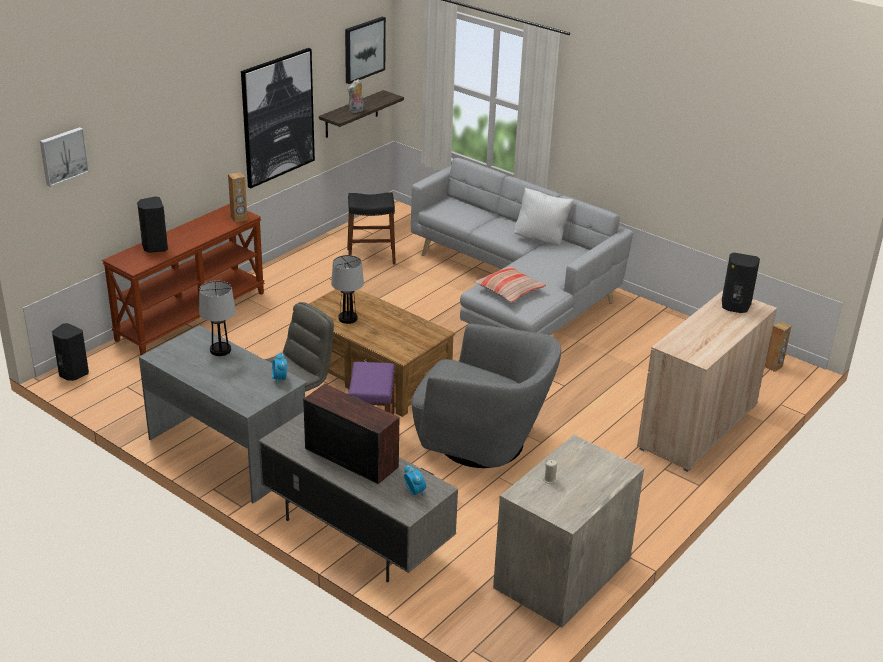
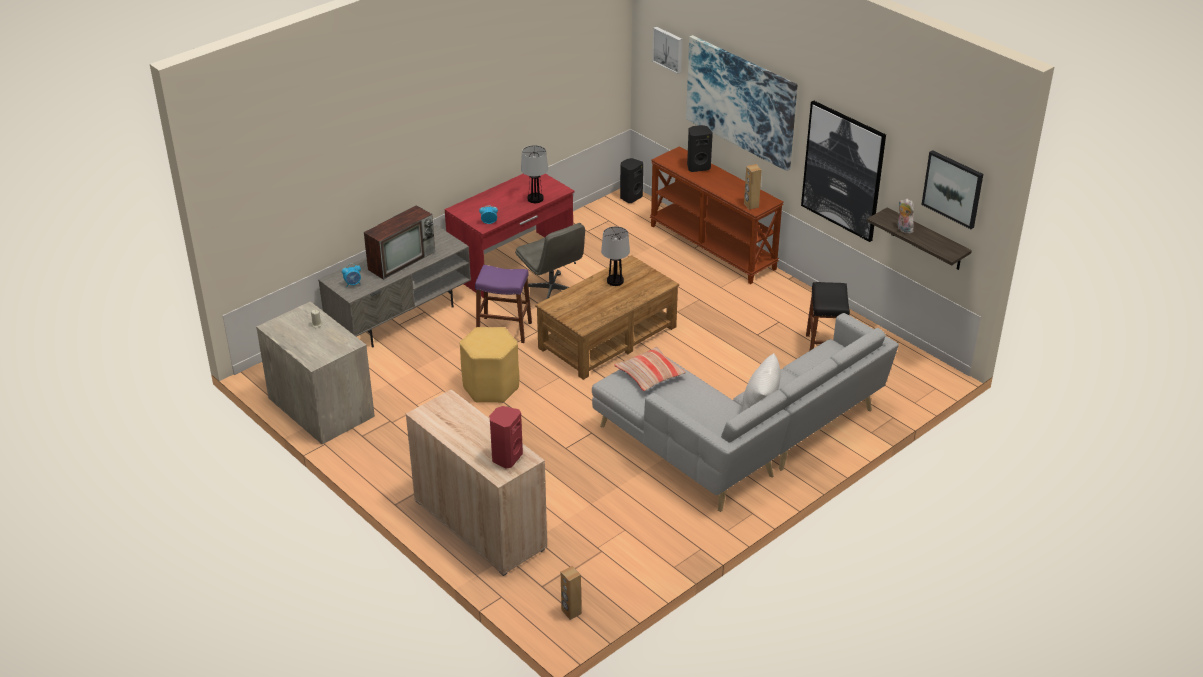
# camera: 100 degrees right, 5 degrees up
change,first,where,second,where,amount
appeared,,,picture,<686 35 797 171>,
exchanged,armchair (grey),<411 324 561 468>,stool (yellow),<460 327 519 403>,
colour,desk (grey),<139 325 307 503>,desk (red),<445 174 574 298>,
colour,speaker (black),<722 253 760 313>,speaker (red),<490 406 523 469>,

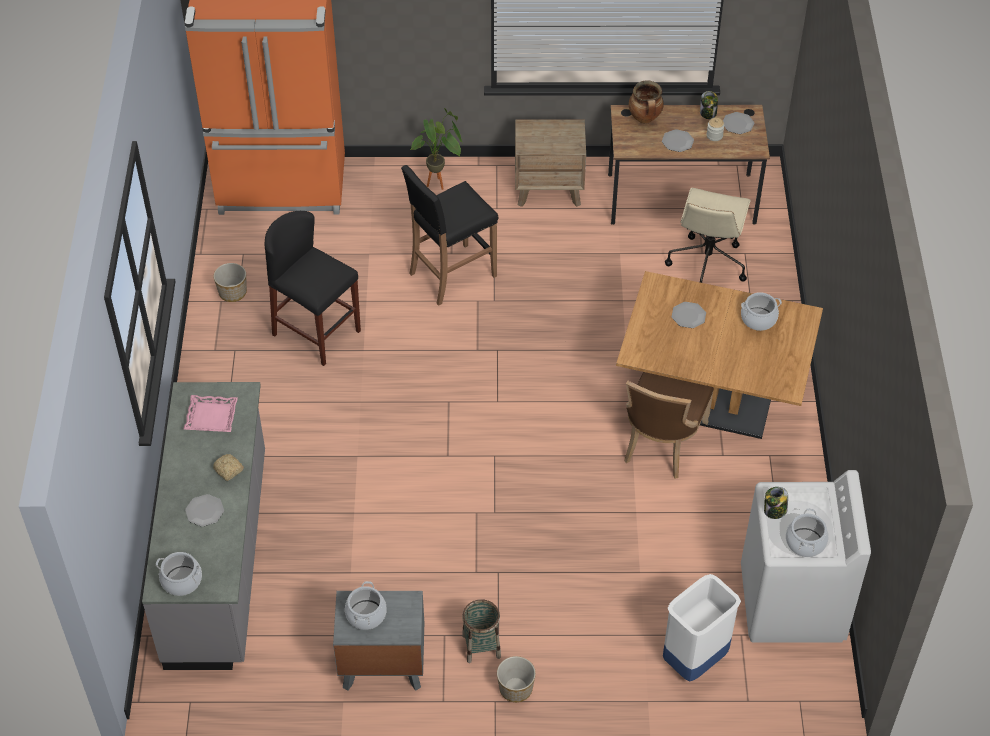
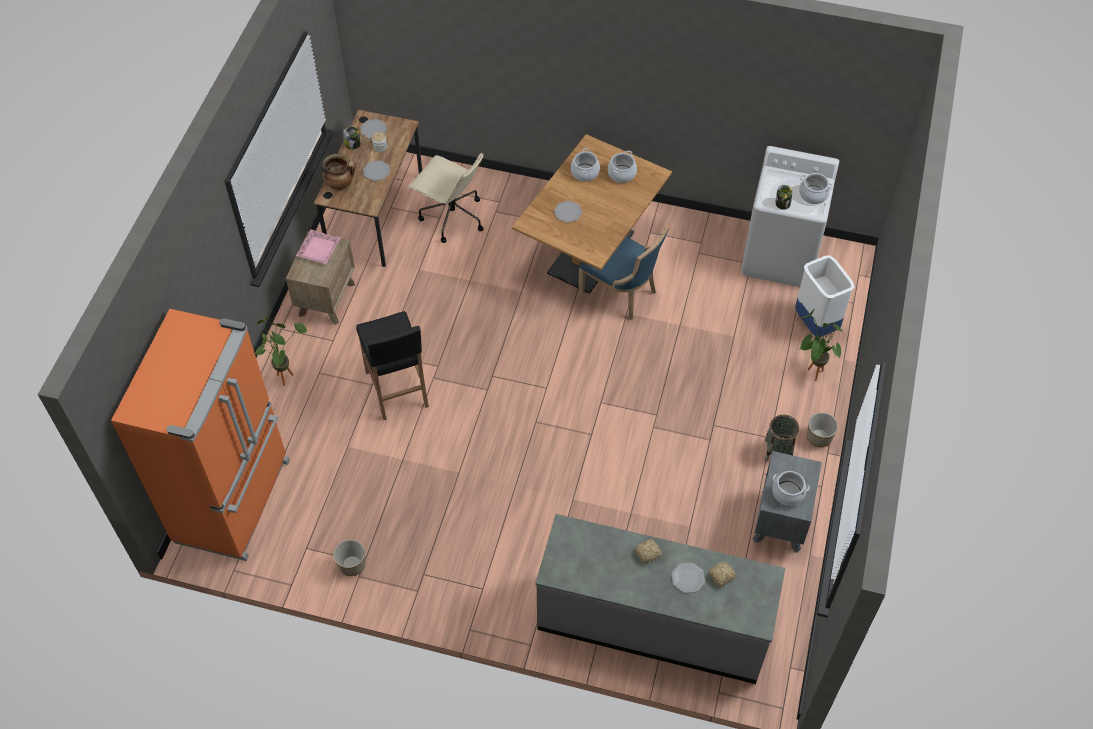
# camera: 75 degrees left, 5 degrees up
change,first,where,second,where,amount
missing,stool (black),<265 211 361 366>,,,
appeared,,,bread,<708 562 735 587>,
appeared,,,potted plant,<796 309 844 381>,
relocated,cooking pot,<156 552 202 596>,,<608 150 637 183>,
relocated,tray (pink),<183 395 238 432>,,<296 229 341 264>,
colour,chair (brown),<624 372 714 479>,chair (blue),<577 225 670 320>,

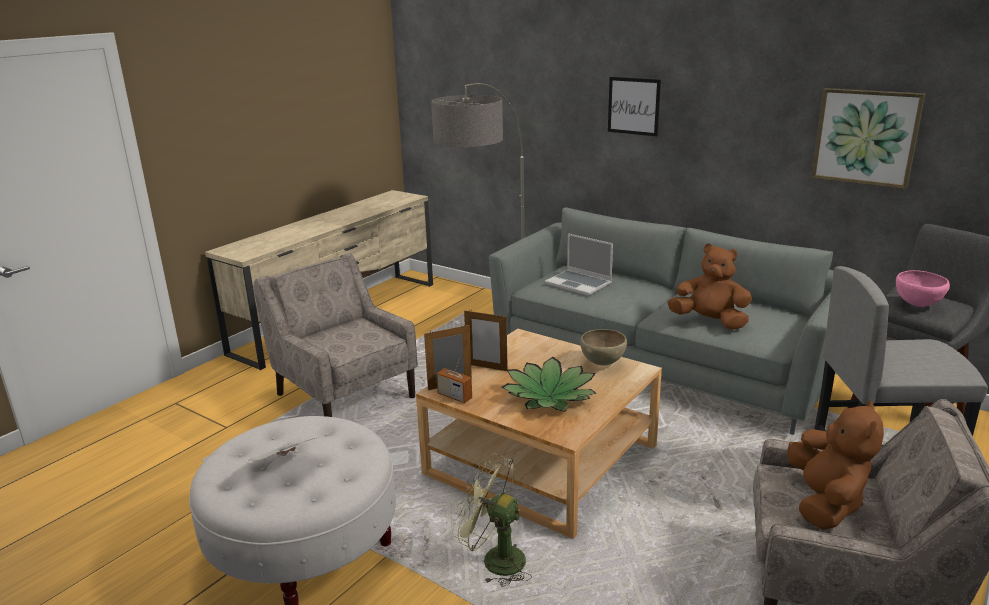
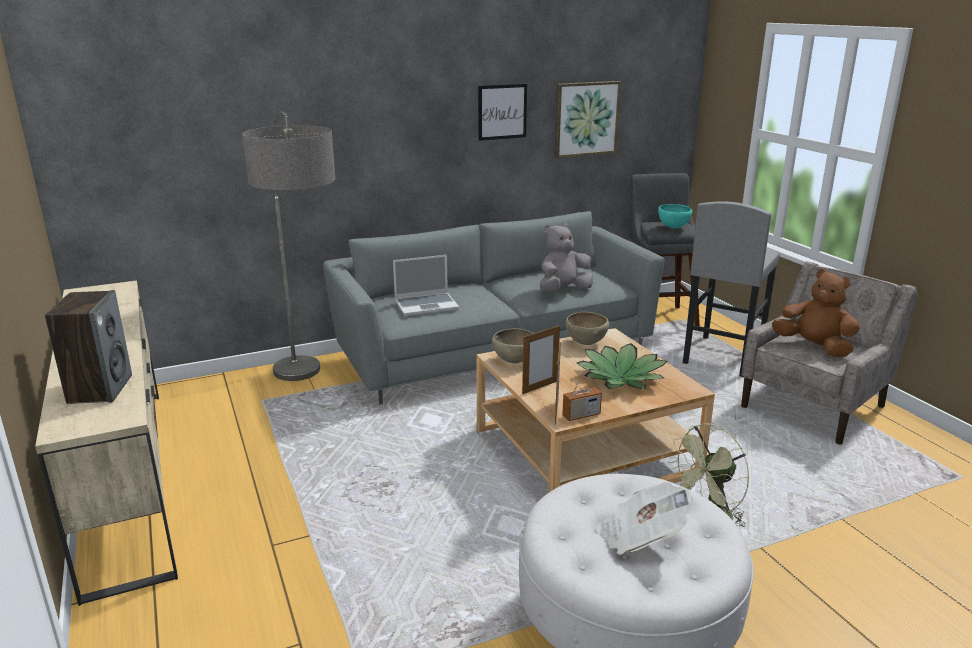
# camera: 60 degrees left, 0 degrees up
change,first,where,second,where,amount
missing,armchair (beige),<253 253 418 417>,,,
appeared,,,speaker,<45 290 132 404>,
appeared,,,bowl (brown),<492 328 534 363>,
relocated,picture,<608 77 661 136>,,<478 84 527 141>,
colour,plush toy (brown),<667 243 752 330>,plush toy (grey),<540 224 593 292>,
colour,bowl (pink),<896 270 950 307>,bowl (turquoise),<658 204 692 228>,

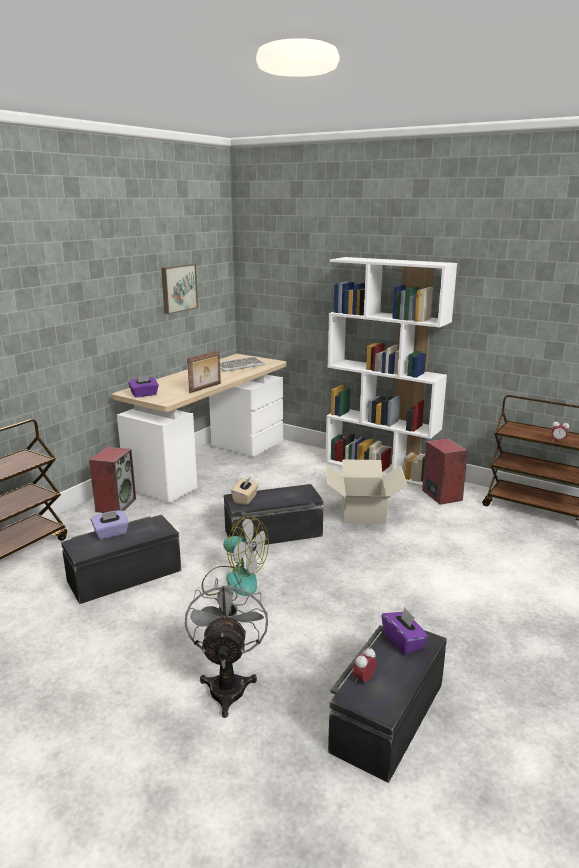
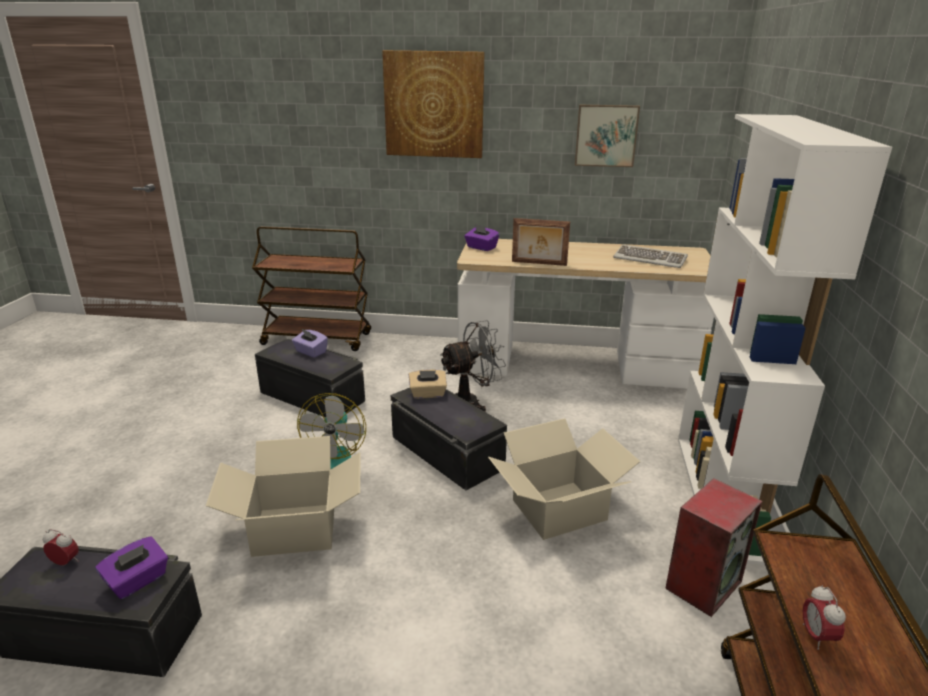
# camera: 65 degrees right, 5 degrees up
change,first,where,second,where,amount
missing,speaker,<89 447 136 513>,,,
appeared,,,cardboard box,<206 436 361 557>,
appeared,,,picture,<382 50 485 158>,
relocated,fan (grey),<185 578 268 718>,,<440 320 506 412>,

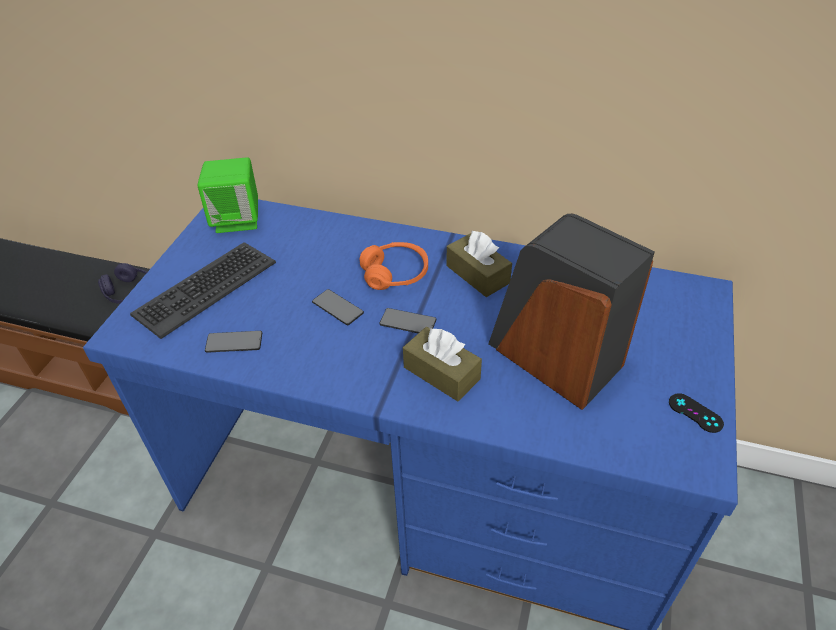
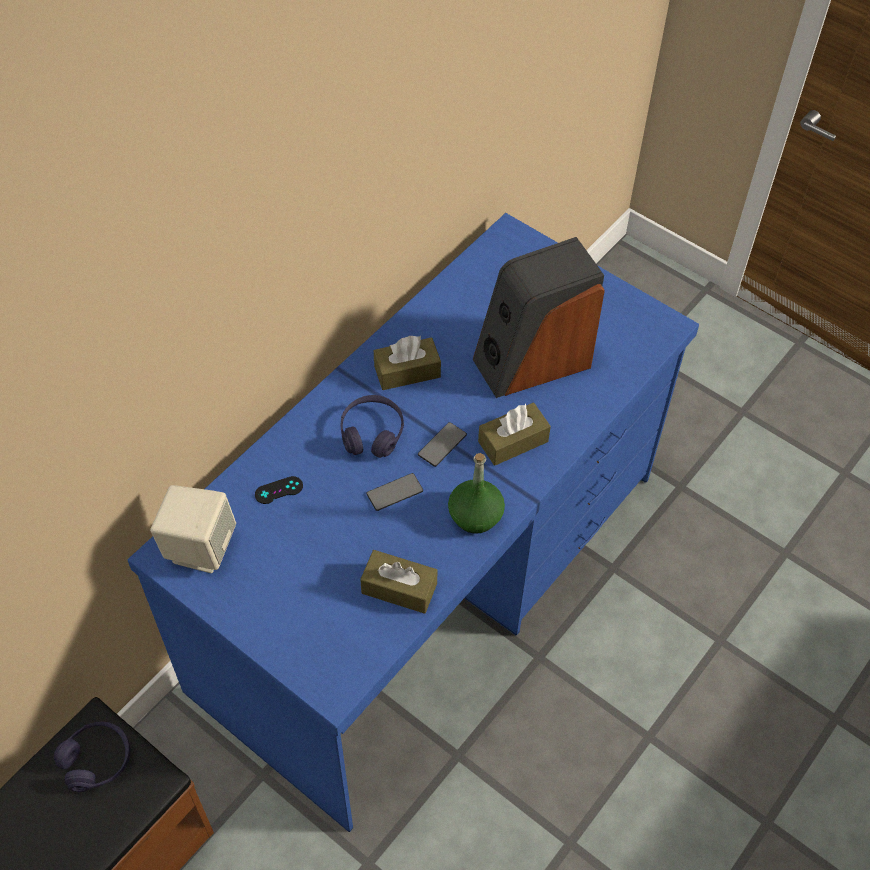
# camera: 70 degrees left, 10 degrees up
change,first,where,second,where,amount
missing,keyboard,<130 242 276 339>,,,
appeared,,,bottle (green),<448 453 505 534>,
relocated,game controller (black),<669 393 724 433>,,<255 476 303 504>,
exchanged,phone,<205 331 262 353>,tissue box (brown),<360 550 438 614>,
colour,speaker (green),<197 157 258 233>,speaker (beige),<150 485 236 573>,
colour,headphones (orange),<360 242 428 290>,headphones (purple),<341 395 404 458>,

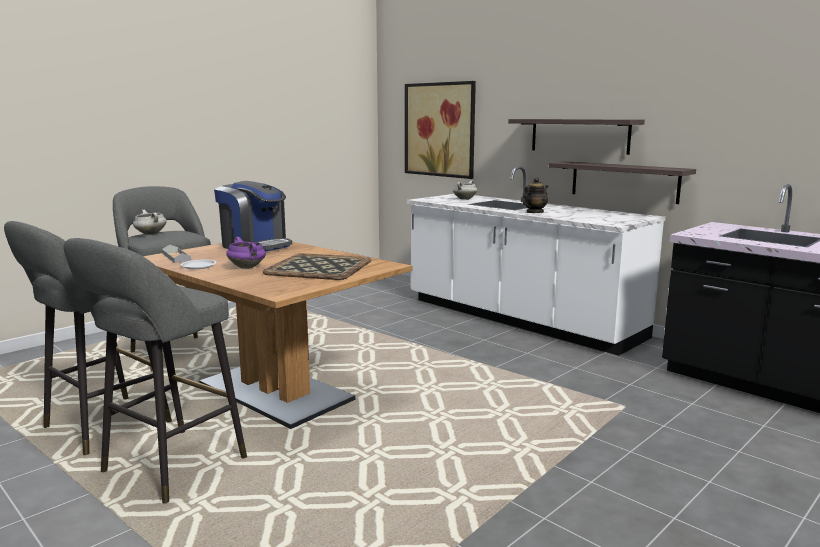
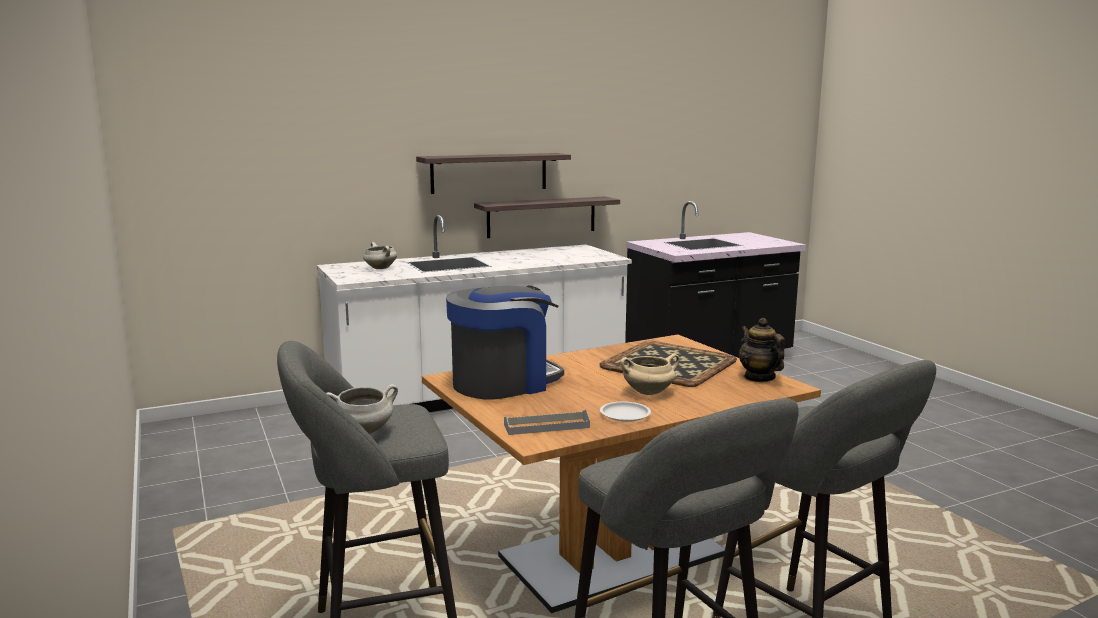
# camera: 70 degrees left, 0 degrees up
change,first,where,second,where,amount
missing,picture,<405 81 476 179>,,,
relocated,teapot,<523 177 548 213>,,<739 318 785 382>,
colour,cooking pot (purple),<226 237 266 269>,cooking pot (beige),<620 354 679 395>,

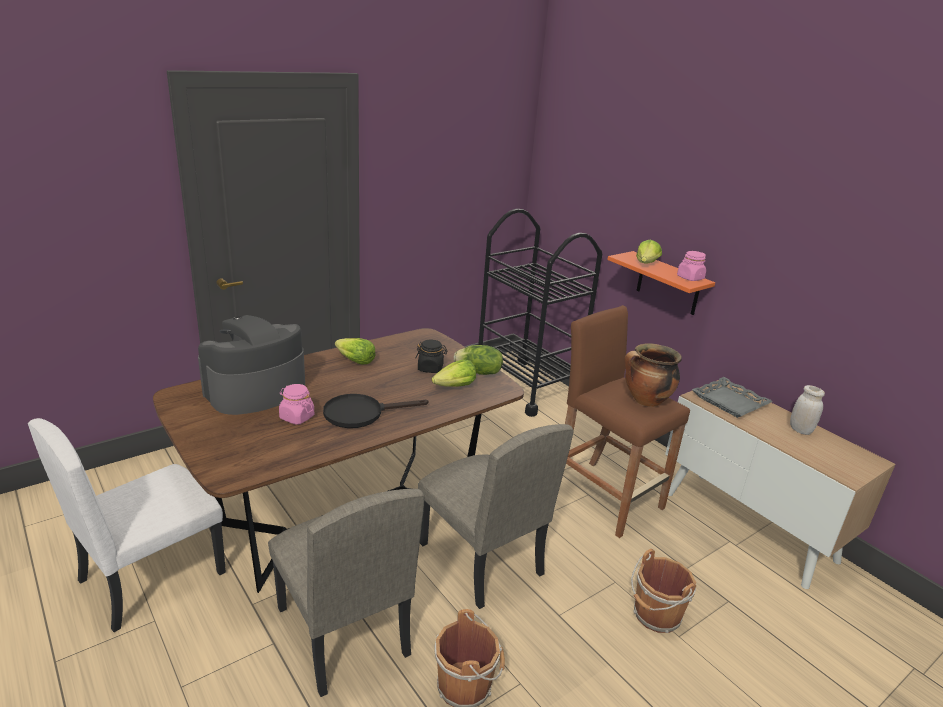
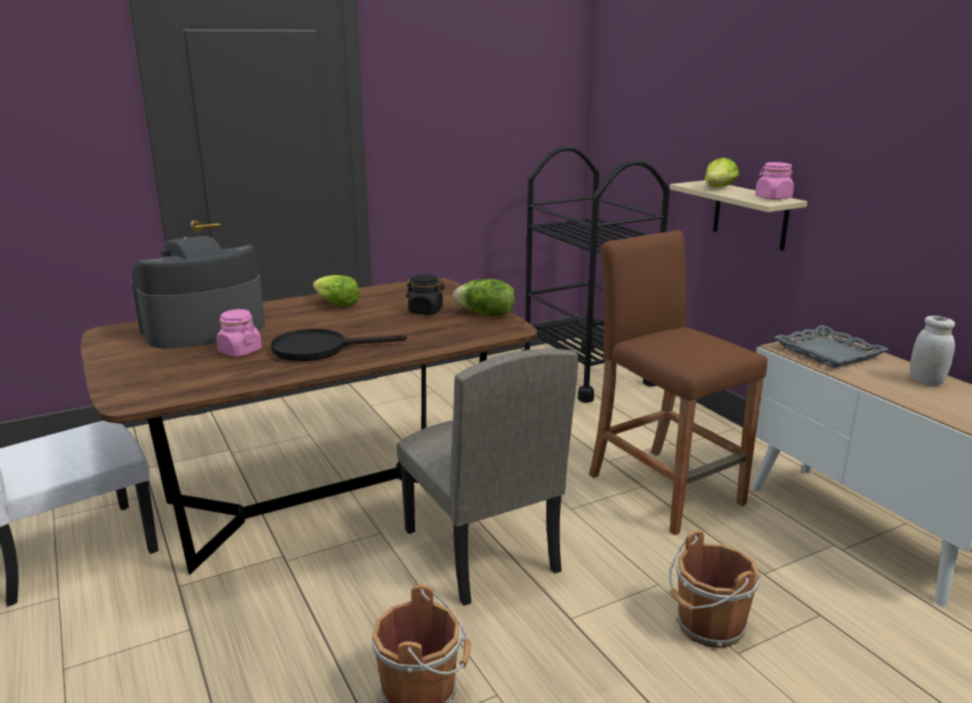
# camera: 10 degrees right, 5 degrees down
change,first,where,second,where,amount
missing,chair (beige),<268 489 424 697>,,,
missing,lettuce,<432 360 476 387>,,,
missing,cooking pot,<624 343 682 407>,,,
colour,shelf (orange),<607 251 715 315>,shelf (beige),<670 180 807 251>,

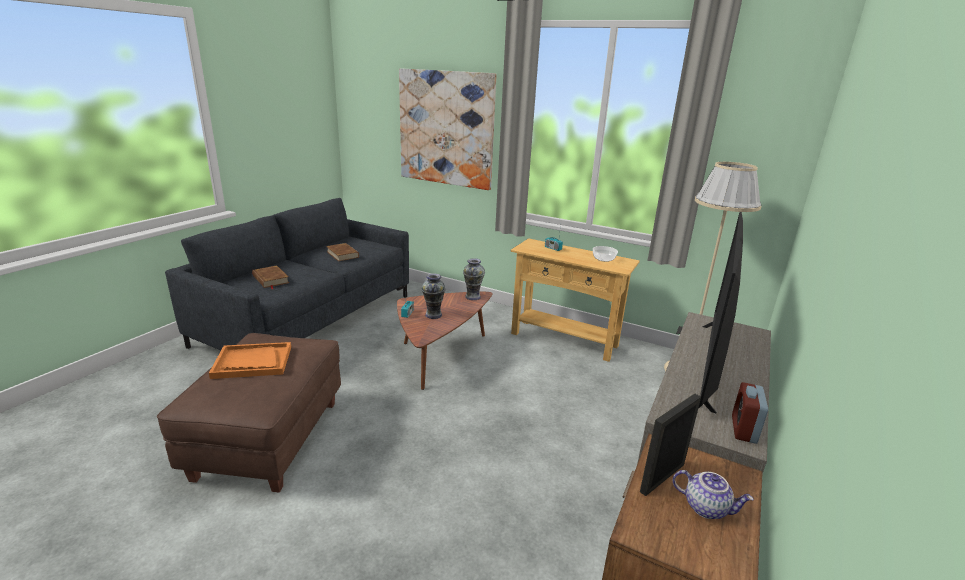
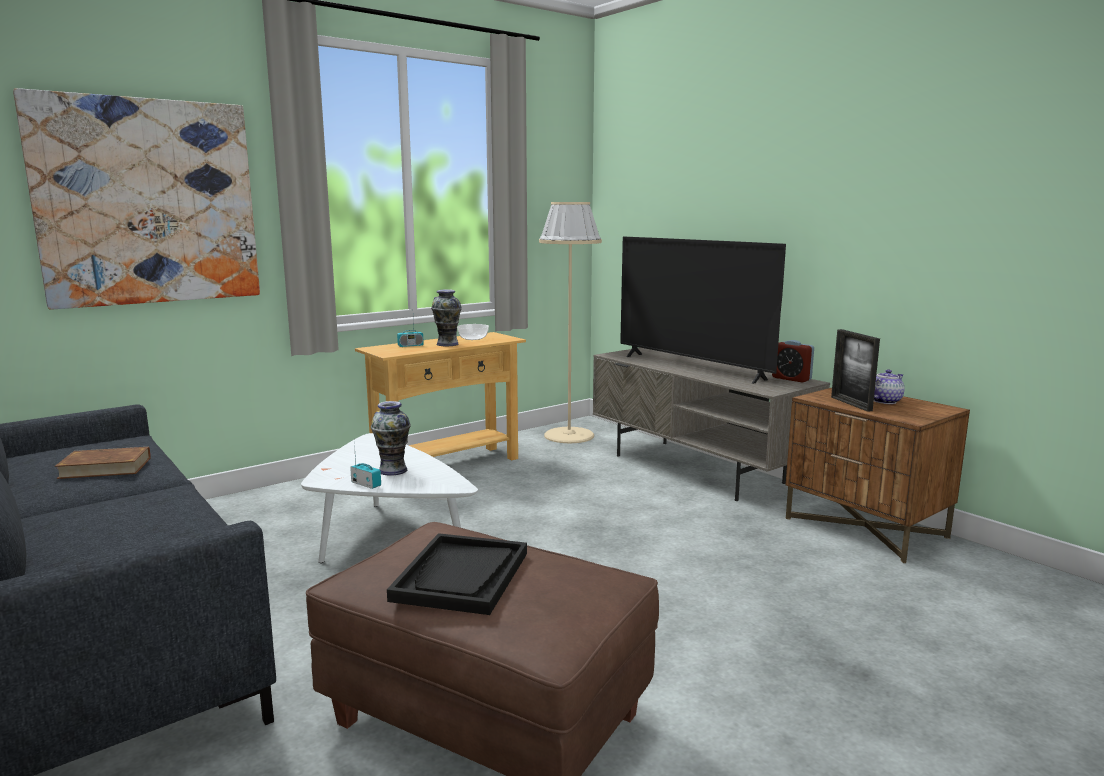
# camera: 65 degrees left, 10 degrees down
change,first,where,second,where,amount
missing,book (brown),<252 266 289 289>,,,
relocated,vase,<463 258 485 300>,,<431 289 462 346>,
colour,tray (orange),<209 342 291 379>,tray (black),<387 533 527 615>,
colour,coffee table (brown),<397 292 493 390>,coffee table (white),<301 433 478 563>,

